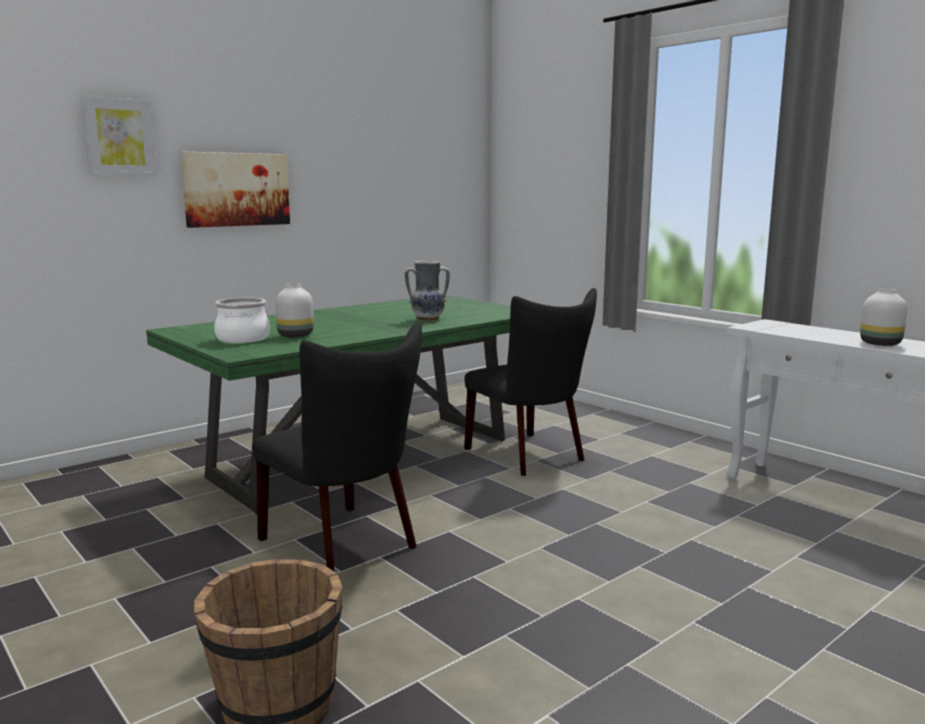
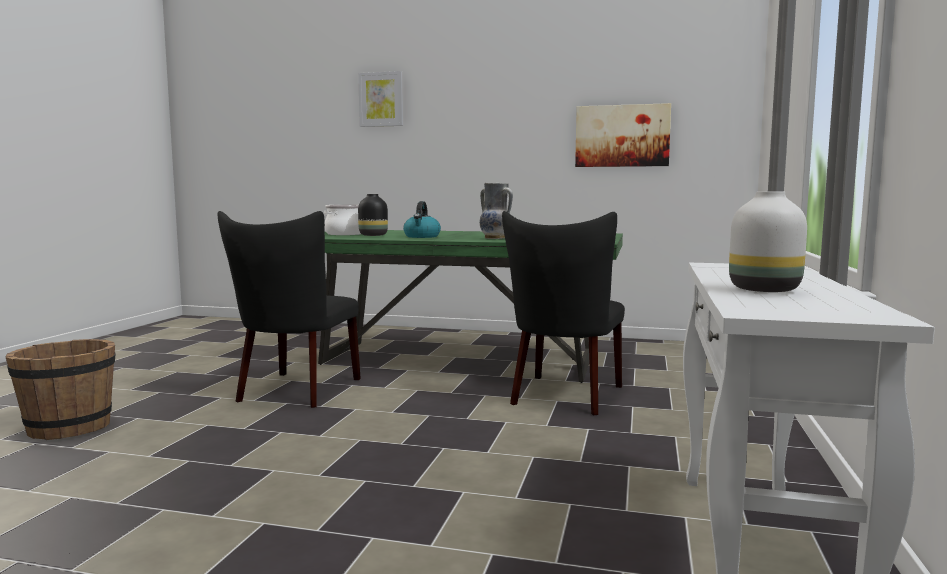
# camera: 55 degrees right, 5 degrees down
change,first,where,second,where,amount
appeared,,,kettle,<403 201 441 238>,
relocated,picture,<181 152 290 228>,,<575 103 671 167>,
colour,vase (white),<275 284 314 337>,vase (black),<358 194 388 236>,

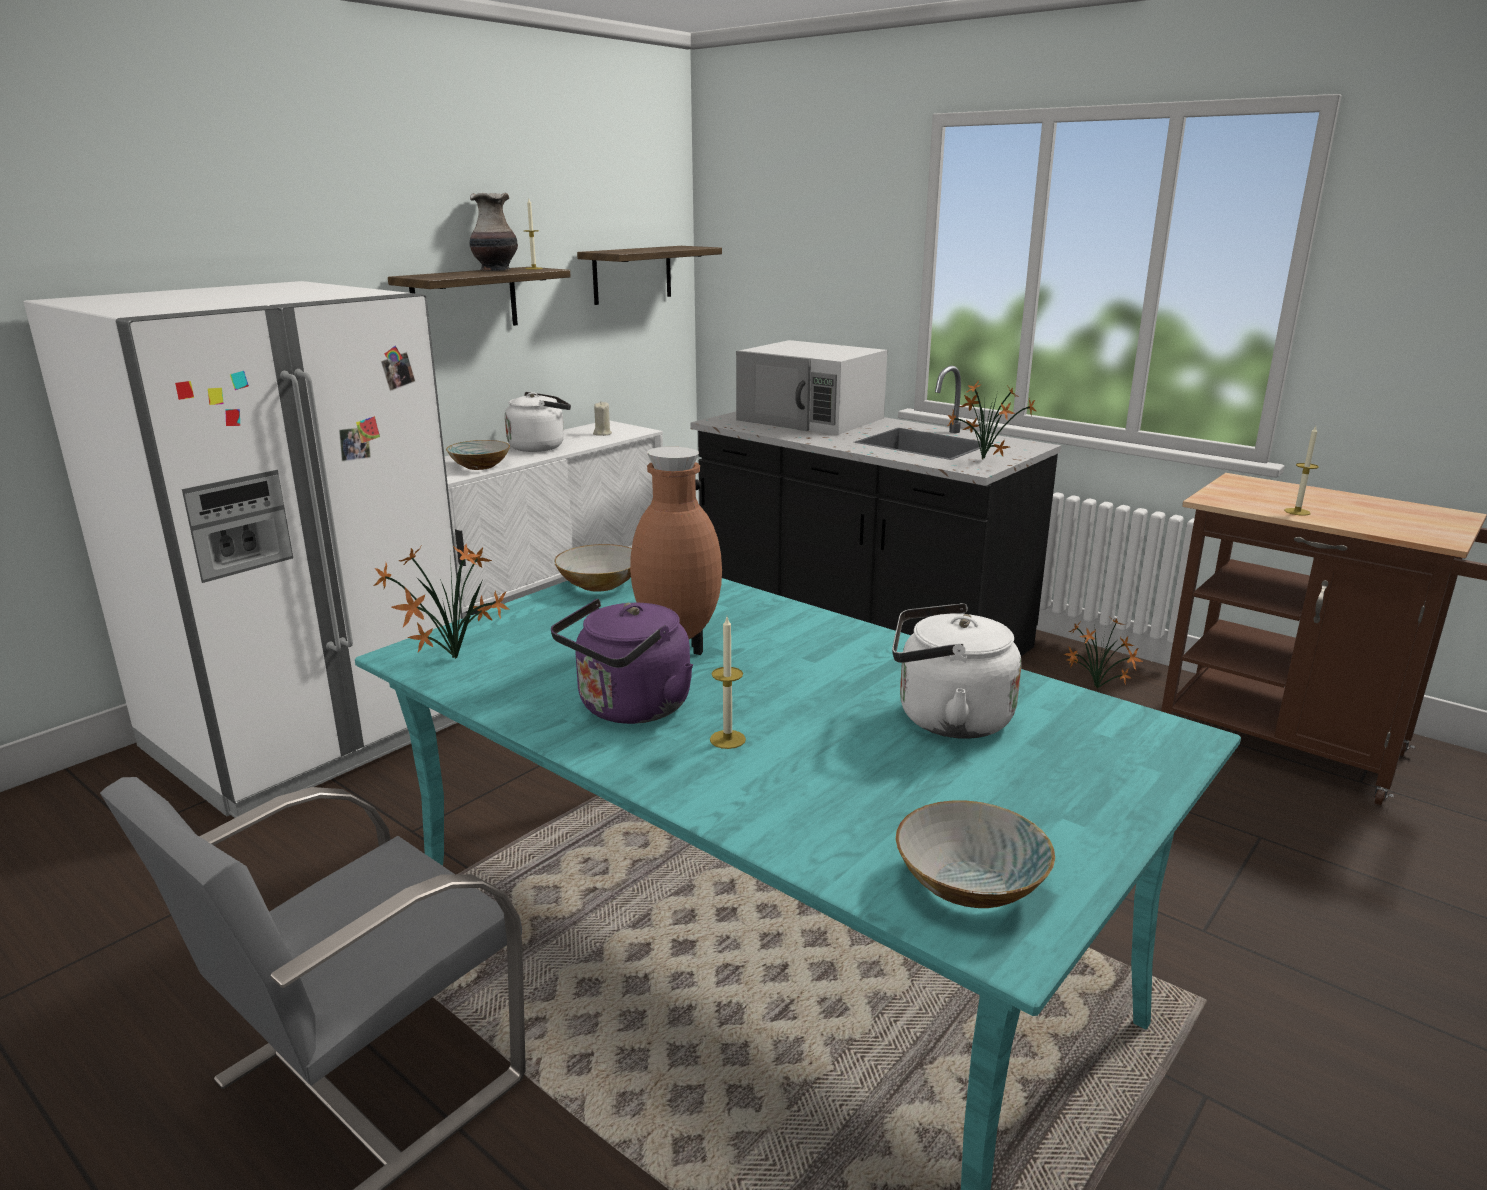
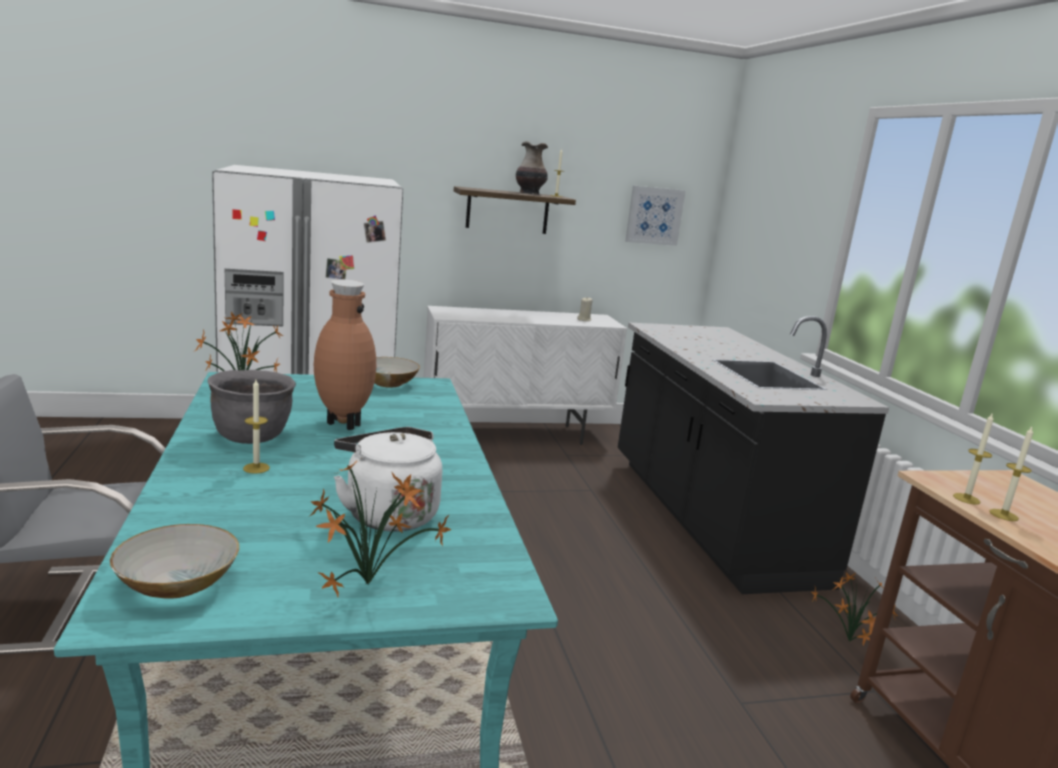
# camera: 35 degrees right, 5 degrees down
change,first,where,second,where,amount
missing,bowl,<446 440 510 470>,,,
missing,kettle (white),<505 392 571 452>,,,
missing,microwave (white),<736 340 887 435>,,,
appeared,,,candle,<953 414 994 504>,
relocated,potted plant,<947 380 1036 460>,,<310 459 451 597>,
exchanged,kettle (purple),<551 599 693 724>,cooking pot (grey),<208 370 296 444>,
exchanged,shelf,<577 246 722 305>,picture,<625 185 685 246>,

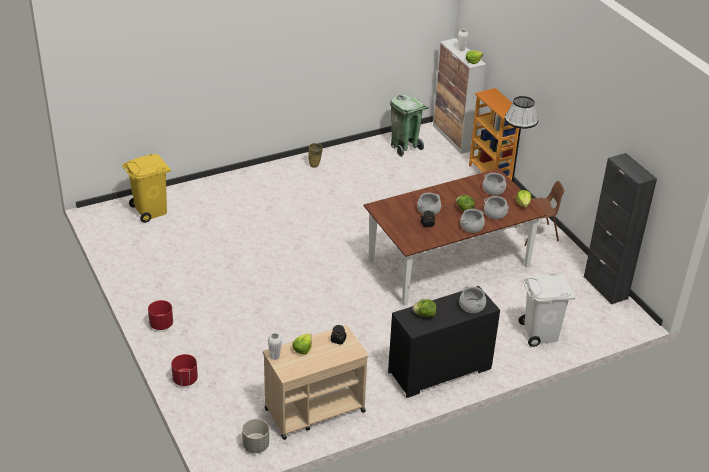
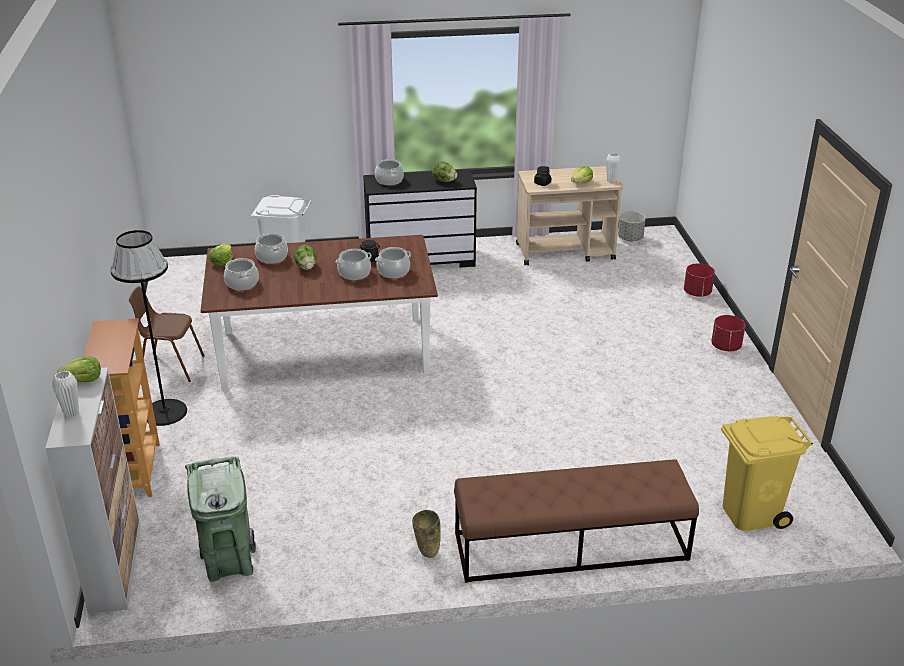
# camera: 160 degrees left, 5 degrees down
change,first,where,second,where,amount
missing,cabinet (black),<584 153 657 304>,,,
appeared,,,bench (brown),<454 459 699 583>,
relocated,cooking pot,<460 209 485 233>,,<375 247 411 278>,

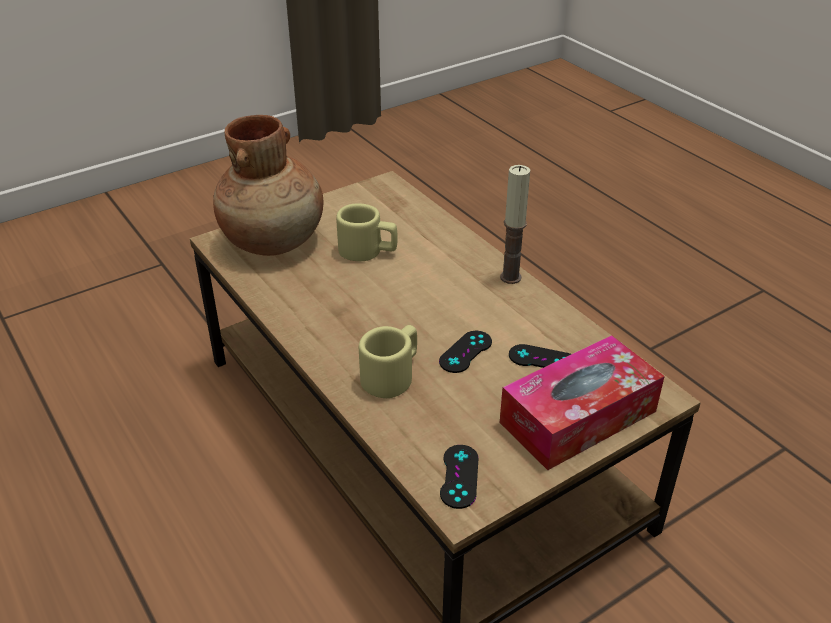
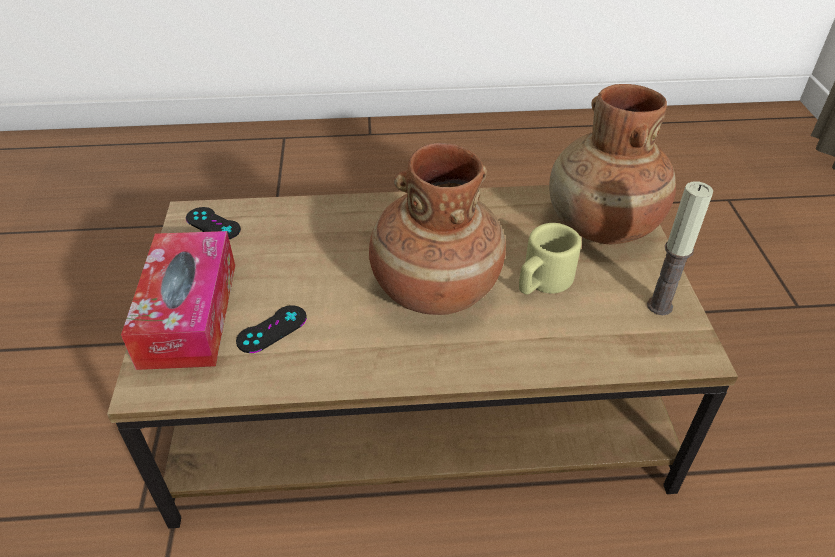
# camera: 120 degrees right, 5 degrees up
change,first,where,second,where,amount
missing,mug (beige),<359 325 417 398>,,,
missing,game controller (black),<439 331 492 373>,,,
appeared,,,vase (brown),<369 143 506 315>,
relocated,candle,<500 165 530 284>,,<647 181 713 315>,

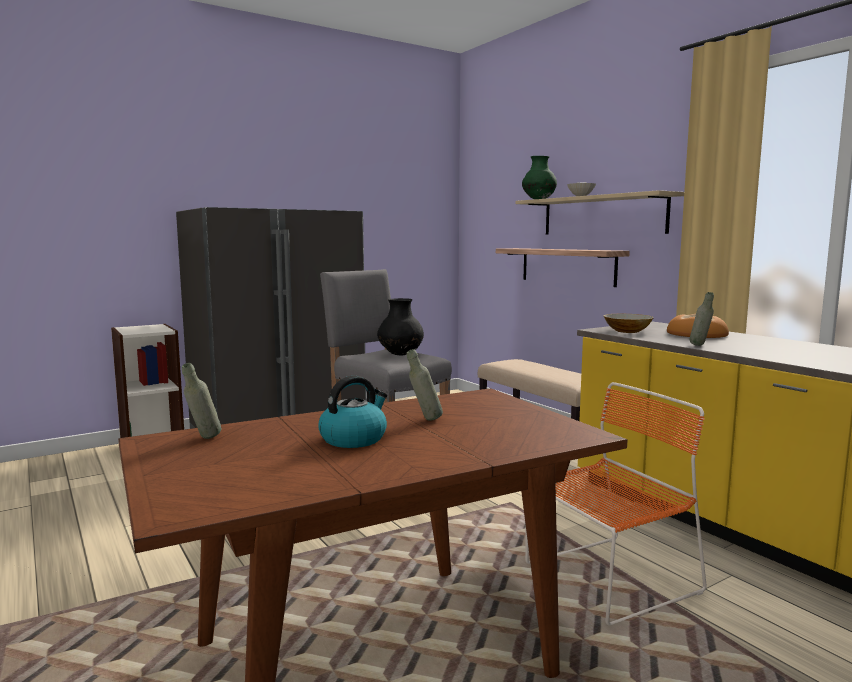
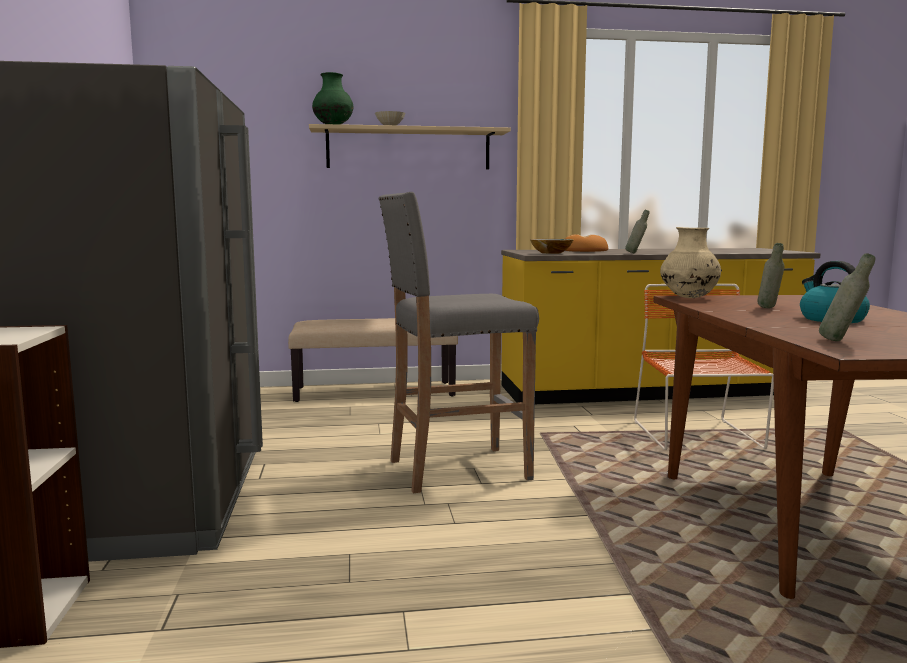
# camera: 65 degrees left, 0 degrees up
change,first,where,second,where,amount
missing,vase (black),<377 298 424 355>,,,
missing,shelf,<496 248 630 287>,,,
appeared,,,vase (beige),<660 227 721 298>,

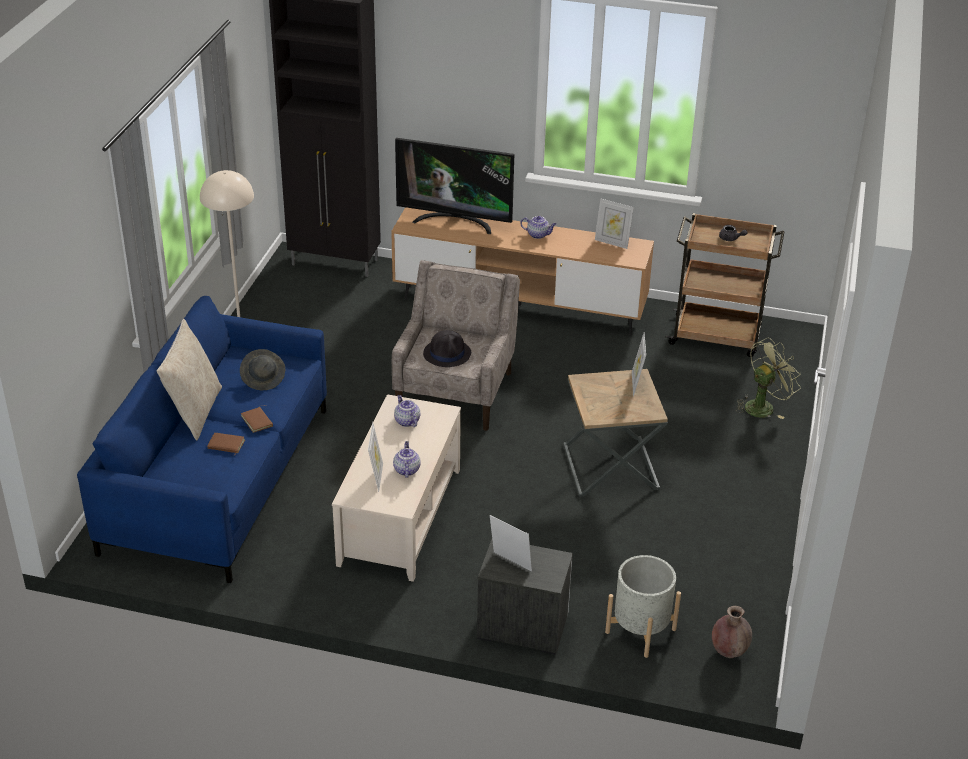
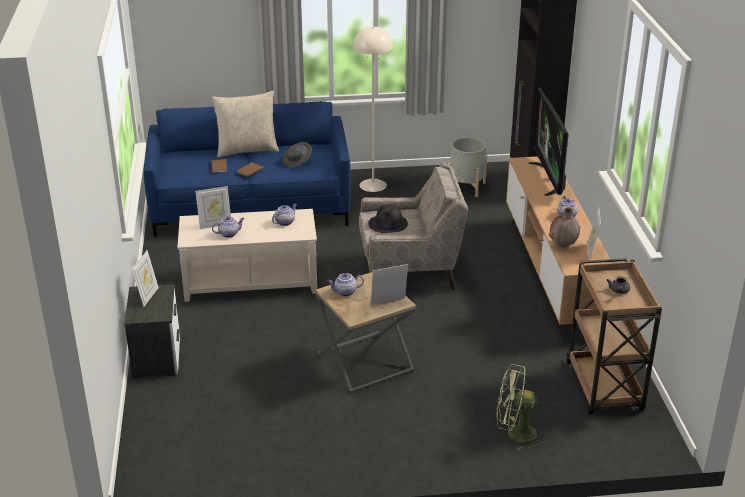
# camera: 70 degrees right, 5 degrees down
change,first,where,second,where,amount
appeared,,,teapot,<327 273 364 296>,
relocated,planter (grey),<605 555 681 658>,,<448 137 487 197>,
relocated,vase (brown),<712 606 752 658>,,<549 206 580 248>,
spun,fan (green),<736 338 801 419>,,<496 364 546 450>,150 degrees clockwise

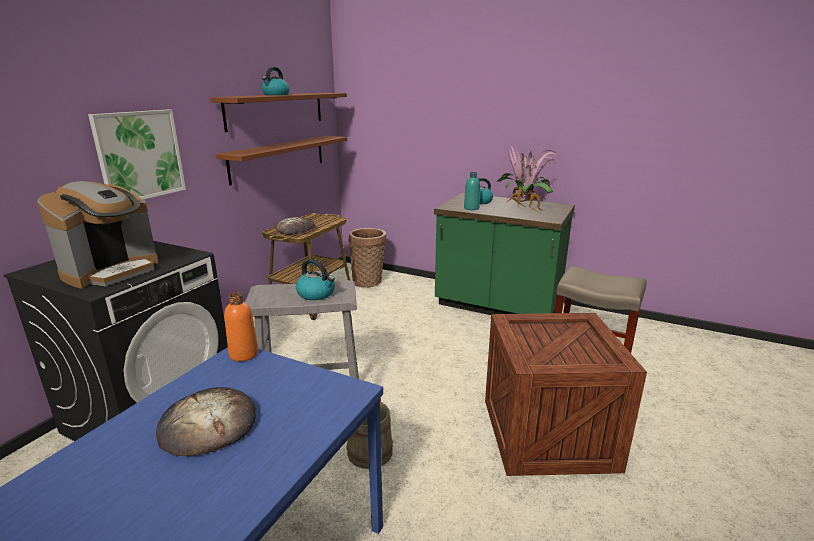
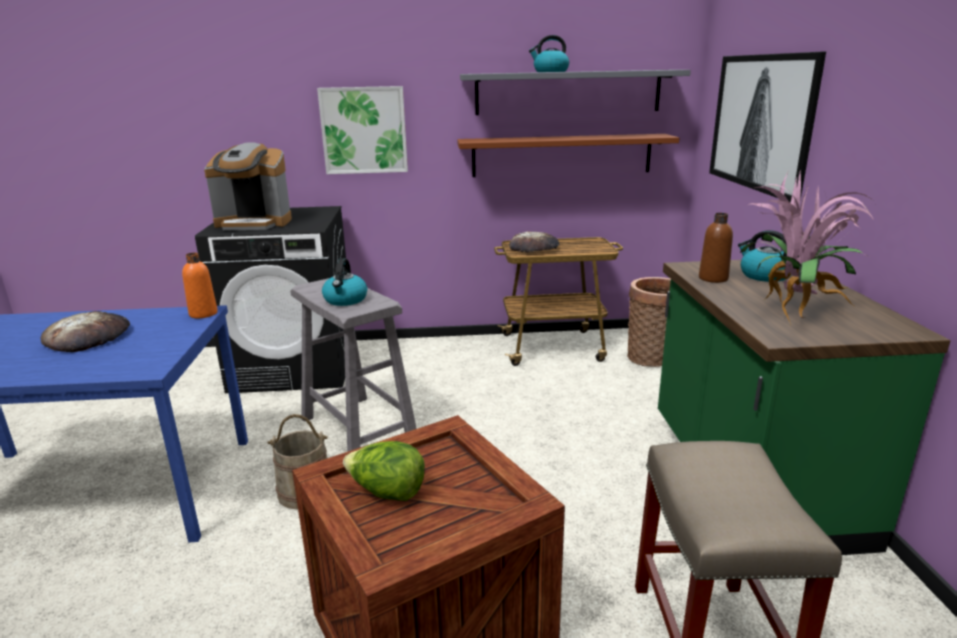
# camera: 60 degrees right, 0 degrees up
change,first,where,second,where,amount
appeared,,,lettuce,<343 441 425 501>,
appeared,,,picture,<709 52 826 203>,
colour,shelf (brown),<210 93 347 132>,shelf (grey),<460 70 691 115>,
colour,bottle (turquoise),<464 172 480 210>,bottle (brown),<699 213 733 283>,

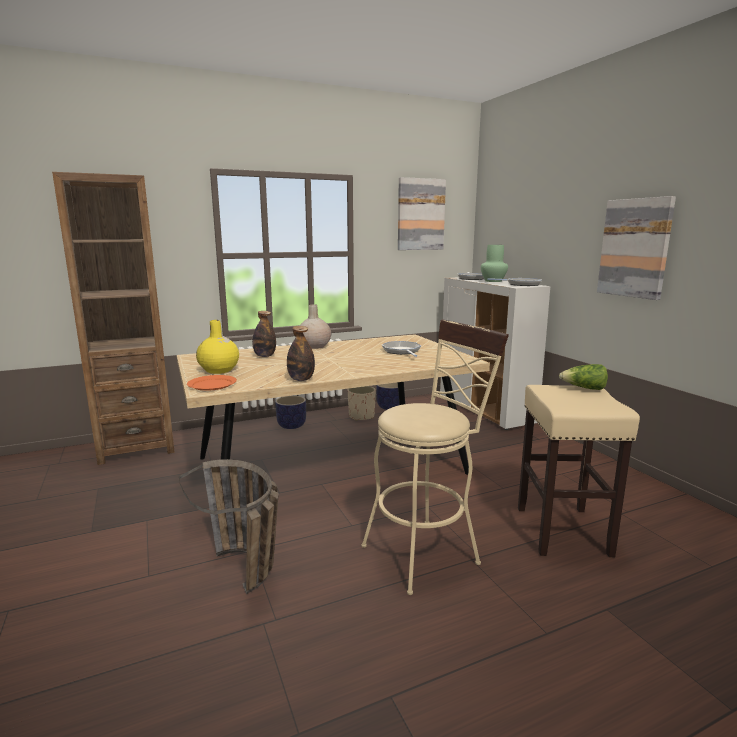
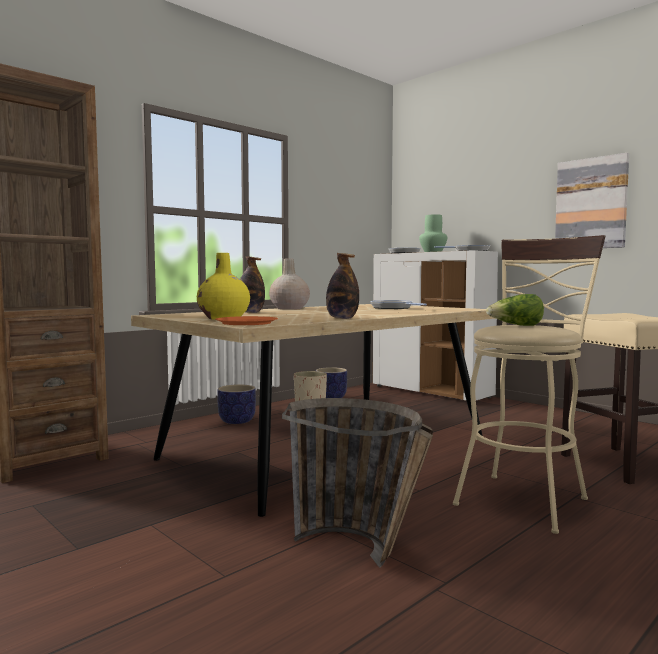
# camera: 20 degrees left, 10 degrees down
change,first,where,second,where,amount
missing,picture,<398 177 446 250>,,,
relocated,lettuce,<559 364 608 390>,,<486 294 544 326>,

